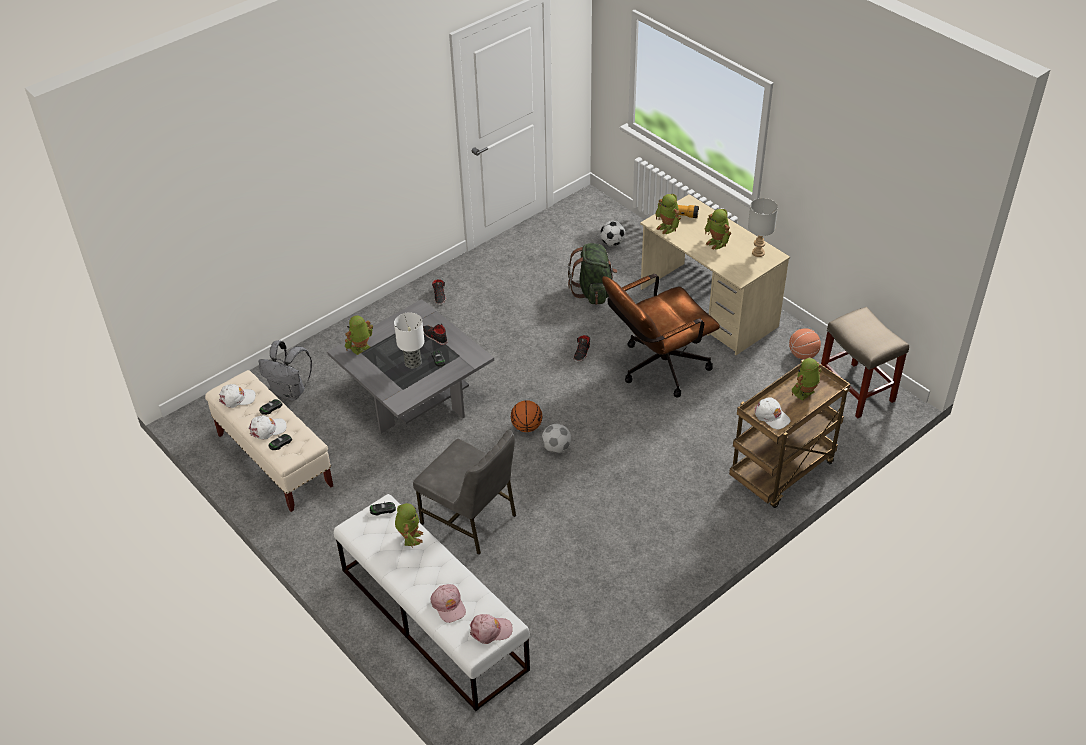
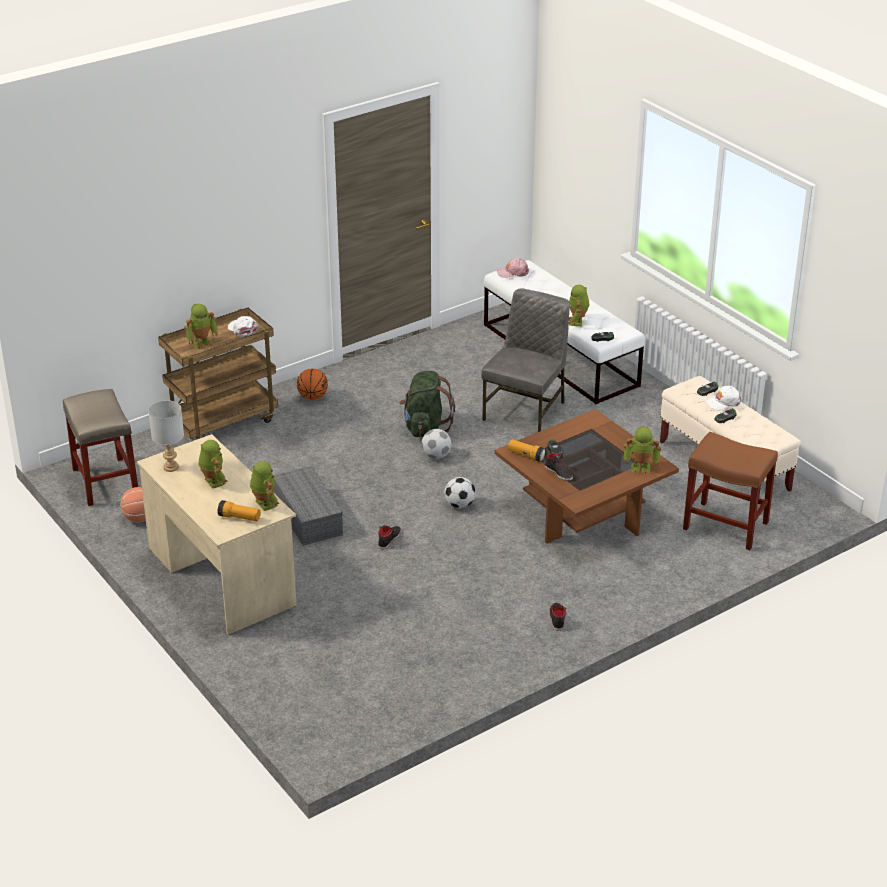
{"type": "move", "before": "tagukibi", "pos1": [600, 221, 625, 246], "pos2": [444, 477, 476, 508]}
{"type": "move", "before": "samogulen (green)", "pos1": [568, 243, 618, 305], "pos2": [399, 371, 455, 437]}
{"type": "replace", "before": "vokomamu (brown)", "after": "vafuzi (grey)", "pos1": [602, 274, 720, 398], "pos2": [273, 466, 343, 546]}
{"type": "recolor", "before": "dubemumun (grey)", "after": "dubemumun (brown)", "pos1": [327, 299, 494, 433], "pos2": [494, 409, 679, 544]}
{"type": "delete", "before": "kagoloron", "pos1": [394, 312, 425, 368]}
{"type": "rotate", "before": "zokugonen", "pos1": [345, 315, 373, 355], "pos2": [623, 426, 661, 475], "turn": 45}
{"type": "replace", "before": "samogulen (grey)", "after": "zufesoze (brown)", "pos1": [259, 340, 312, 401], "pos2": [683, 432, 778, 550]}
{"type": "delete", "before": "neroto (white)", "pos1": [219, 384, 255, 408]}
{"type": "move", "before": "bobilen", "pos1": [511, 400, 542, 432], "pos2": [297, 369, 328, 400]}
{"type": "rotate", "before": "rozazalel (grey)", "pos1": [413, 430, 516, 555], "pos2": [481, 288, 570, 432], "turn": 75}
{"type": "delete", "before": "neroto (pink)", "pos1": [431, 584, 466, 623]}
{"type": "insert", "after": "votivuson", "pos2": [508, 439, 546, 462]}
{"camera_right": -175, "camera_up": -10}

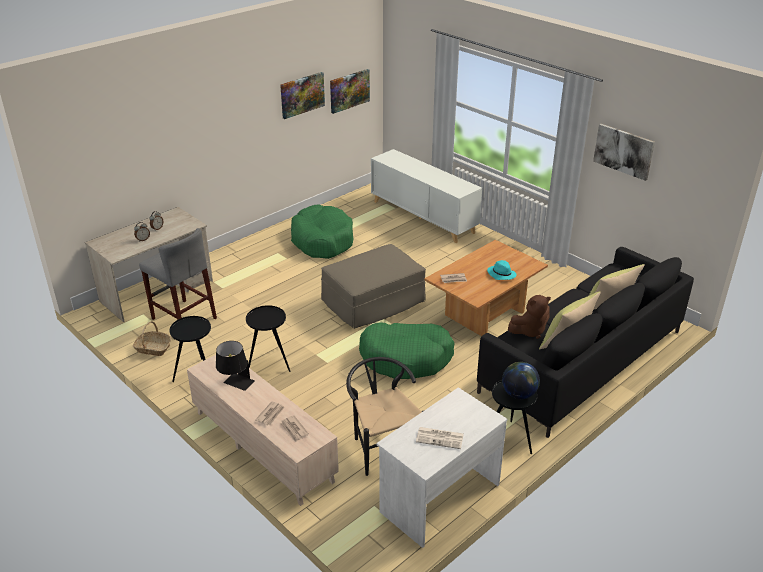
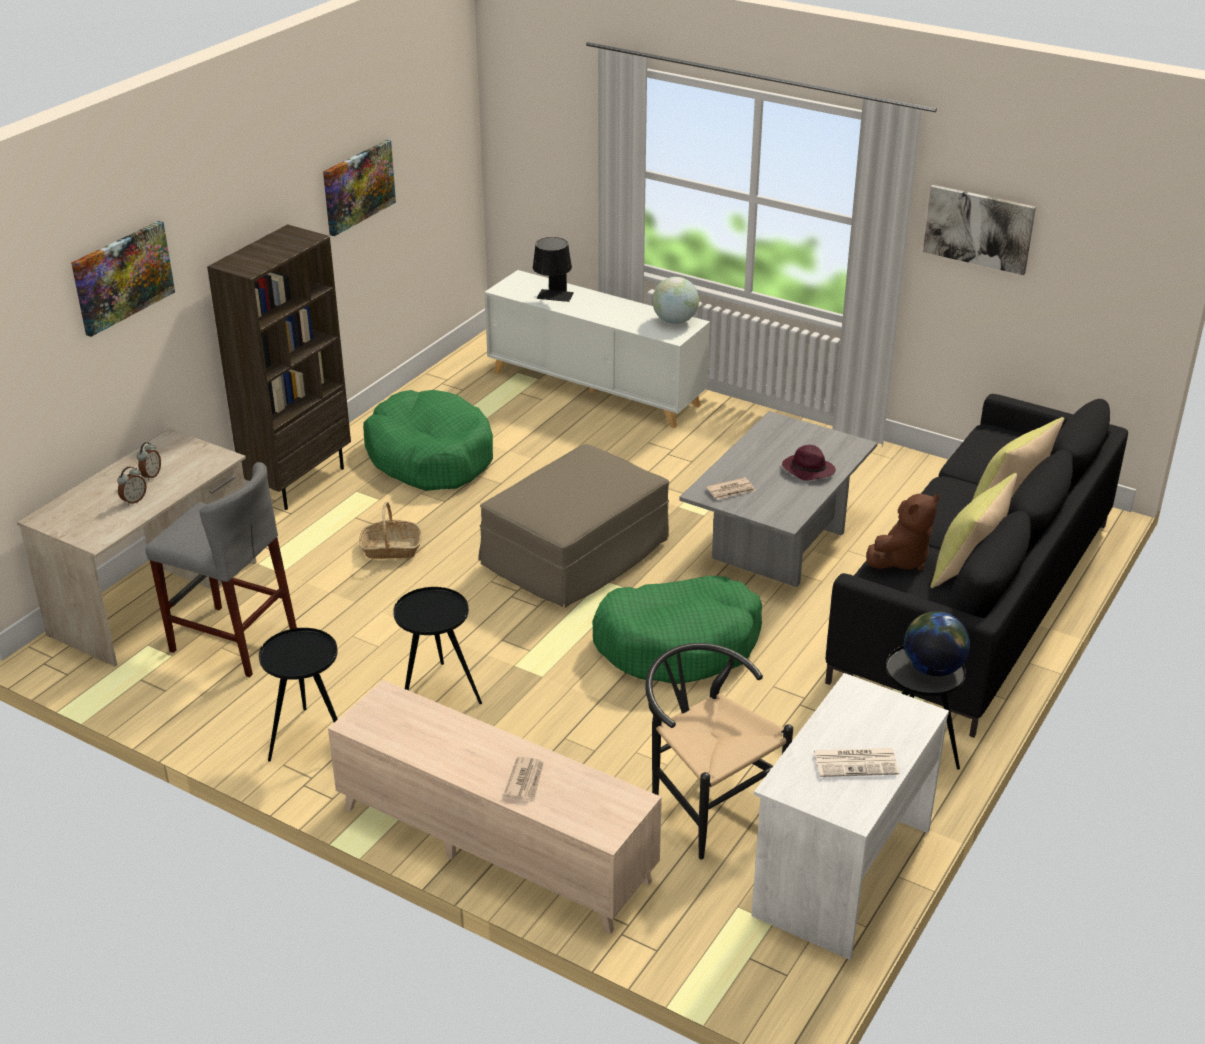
{"type": "move", "before": "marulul", "pos1": [330, 69, 370, 114], "pos2": [71, 221, 175, 337]}
{"type": "recolor", "before": "dubemumun (brown)", "after": "dubemumun (grey)", "pos1": [424, 240, 548, 336], "pos2": [679, 411, 877, 587]}
{"type": "recolor", "before": "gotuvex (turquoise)", "after": "gotuvex (purple)", "pos1": [487, 260, 517, 280], "pos2": [782, 445, 836, 481]}
{"type": "move", "before": "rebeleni", "pos1": [133, 321, 171, 356], "pos2": [359, 502, 421, 559]}
{"type": "move", "before": "kagoloron (black)", "pos1": [216, 341, 255, 391], "pos2": [533, 237, 574, 302]}
{"type": "delete", "before": "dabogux", "pos1": [280, 415, 309, 442]}
{"type": "insert", "after": "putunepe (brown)", "pos2": [207, 224, 351, 510]}
{"type": "insert", "after": "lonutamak", "pos2": [652, 277, 699, 324]}
{"camera_right": -15, "camera_up": 0}

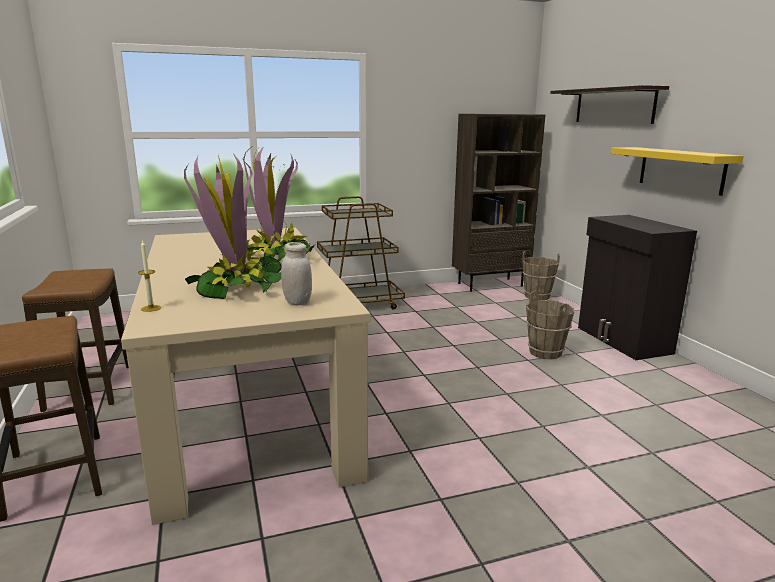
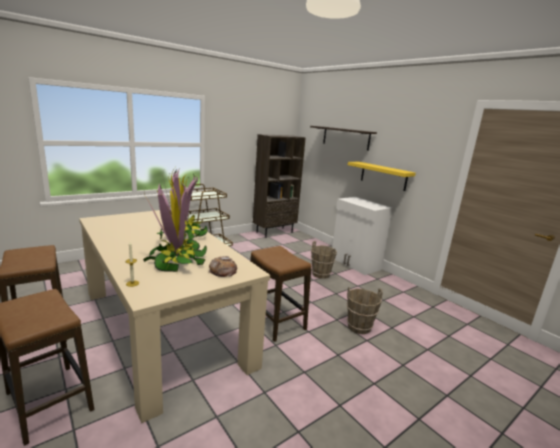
{"type": "recolor", "before": "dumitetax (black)", "after": "dumitetax (white)", "pos1": [578, 215, 697, 360], "pos2": [332, 197, 393, 275]}
{"type": "replace", "before": "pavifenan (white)", "after": "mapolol", "pos1": [281, 242, 312, 306], "pos2": [209, 256, 237, 277]}
{"type": "move", "before": "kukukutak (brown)", "pos1": [522, 251, 560, 300], "pos2": [346, 287, 383, 334]}
{"type": "insert", "after": "zufesoze", "pos2": [250, 246, 311, 342]}
{"camera_right": -20, "camera_up": 0}

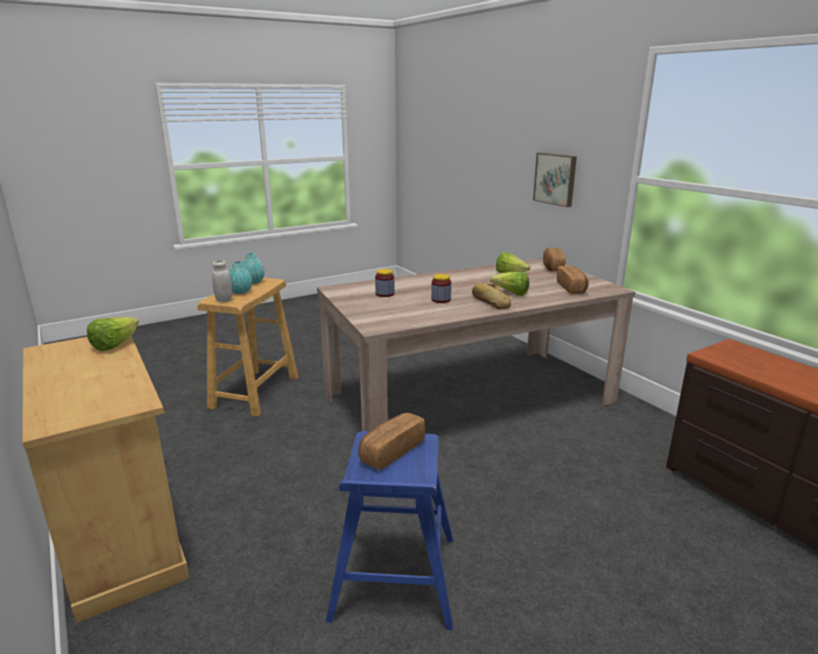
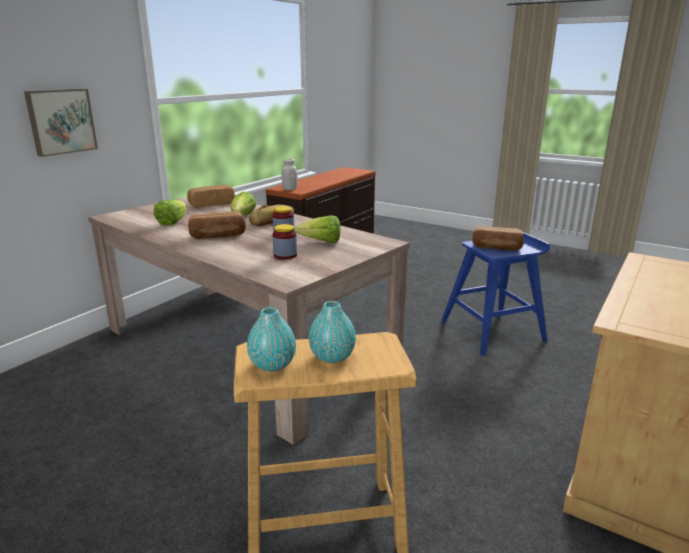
{"type": "move", "before": "mapolol", "pos1": [543, 247, 565, 272], "pos2": [188, 211, 246, 239]}
{"type": "move", "before": "pavifenan (white)", "pos1": [212, 260, 232, 302], "pos2": [282, 159, 298, 190]}
{"type": "move", "before": "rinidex", "pos1": [87, 317, 139, 351], "pos2": [294, 215, 340, 243]}
{"camera_right": -115, "camera_up": 0}

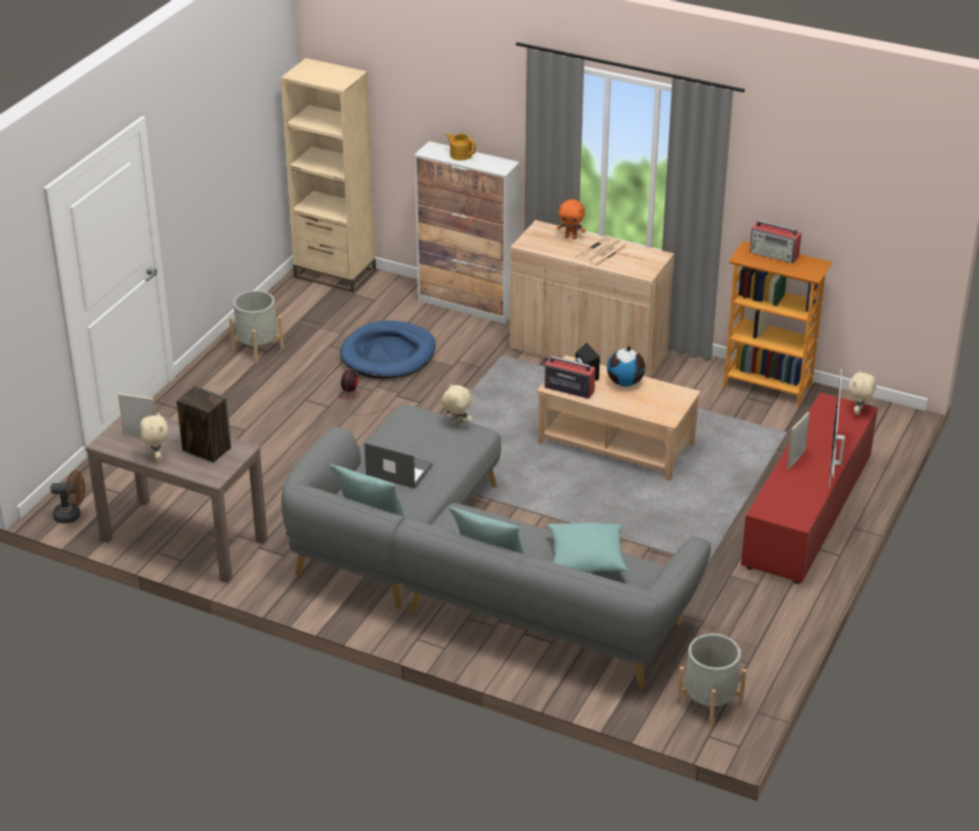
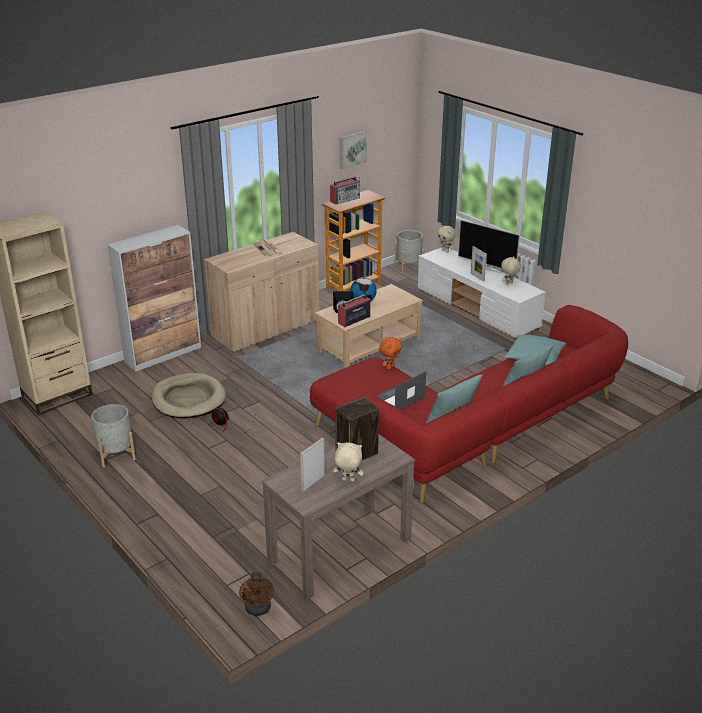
{"type": "delete", "before": "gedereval", "pos1": [445, 133, 476, 160]}
{"type": "move", "before": "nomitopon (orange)", "pos1": [557, 199, 586, 239], "pos2": [379, 337, 402, 370]}
{"type": "recolor", "before": "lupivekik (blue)", "after": "lupivekik (beige)", "pos1": [340, 320, 436, 379], "pos2": [151, 373, 226, 419]}
{"type": "move", "before": "nomitopon (beige)", "pos1": [442, 383, 472, 427], "pos2": [501, 257, 521, 285]}
{"type": "recolor", "before": "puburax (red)", "after": "puburax (white)", "pos1": [741, 392, 878, 584], "pos2": [418, 248, 546, 339]}
{"type": "recolor", "before": "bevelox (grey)", "after": "bevelox (red)", "pos1": [281, 405, 711, 688], "pos2": [310, 305, 628, 503]}
{"type": "rotate", "before": "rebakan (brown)", "pos1": [50, 470, 85, 523], "pos2": [239, 572, 274, 616], "turn": 150}
{"type": "move", "before": "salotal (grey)", "pos1": [677, 634, 746, 727], "pos2": [394, 230, 424, 274]}
{"type": "insert", "after": "marulul", "pos2": [339, 131, 367, 170]}
{"camera_right": -65, "camera_up": -5}

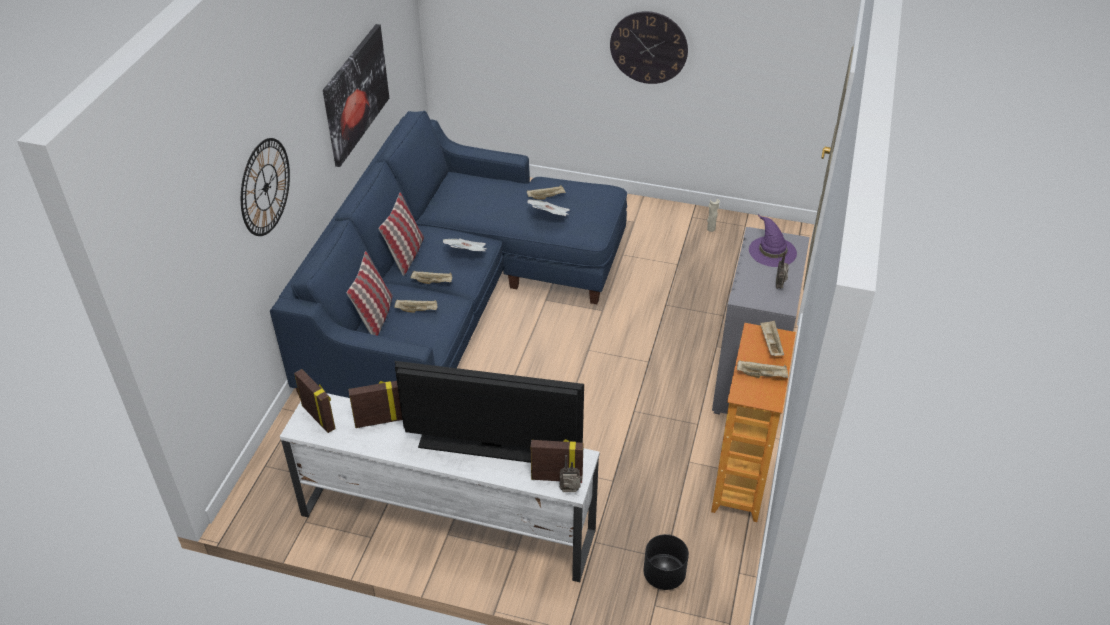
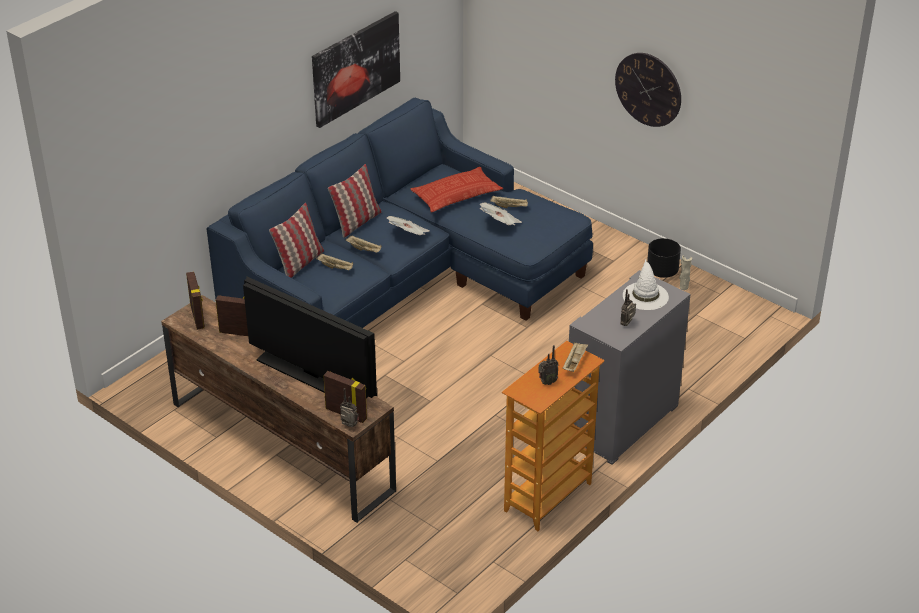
{"type": "delete", "before": "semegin", "pos1": [241, 138, 290, 236]}
{"type": "recolor", "before": "gotuvex (purple)", "after": "gotuvex (white)", "pos1": [749, 214, 797, 267], "pos2": [623, 259, 669, 310]}
{"type": "replace", "before": "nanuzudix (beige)", "after": "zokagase", "pos1": [737, 360, 788, 378], "pos2": [538, 345, 559, 385]}
{"type": "recolor", "before": "puburax (white)", "after": "puburax (brown)", "pos1": [280, 393, 600, 582], "pos2": [161, 295, 396, 523]}
{"type": "move", "before": "salotal (black)", "pos1": [644, 534, 689, 590], "pos2": [647, 238, 681, 278]}
{"type": "insert", "after": "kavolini", "pos2": [410, 167, 503, 212]}
{"camera_right": 25, "camera_up": -5}

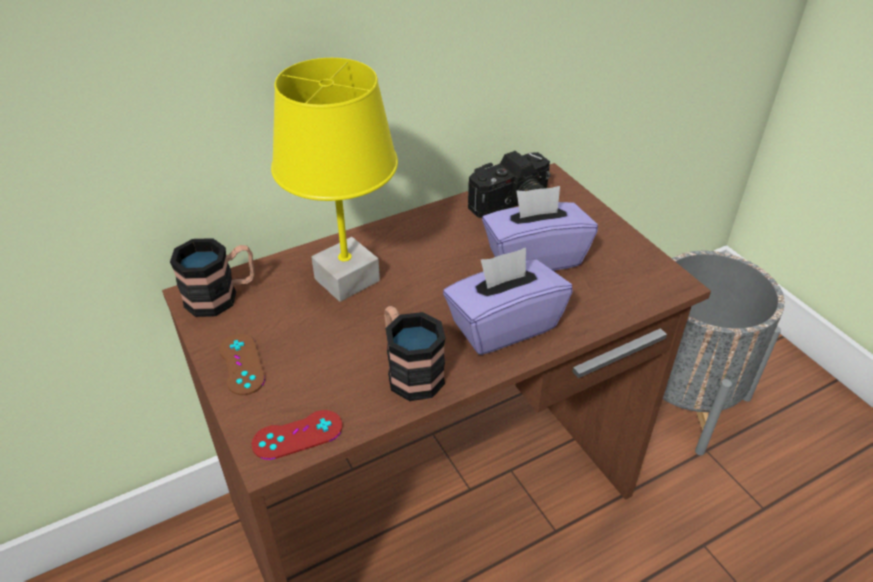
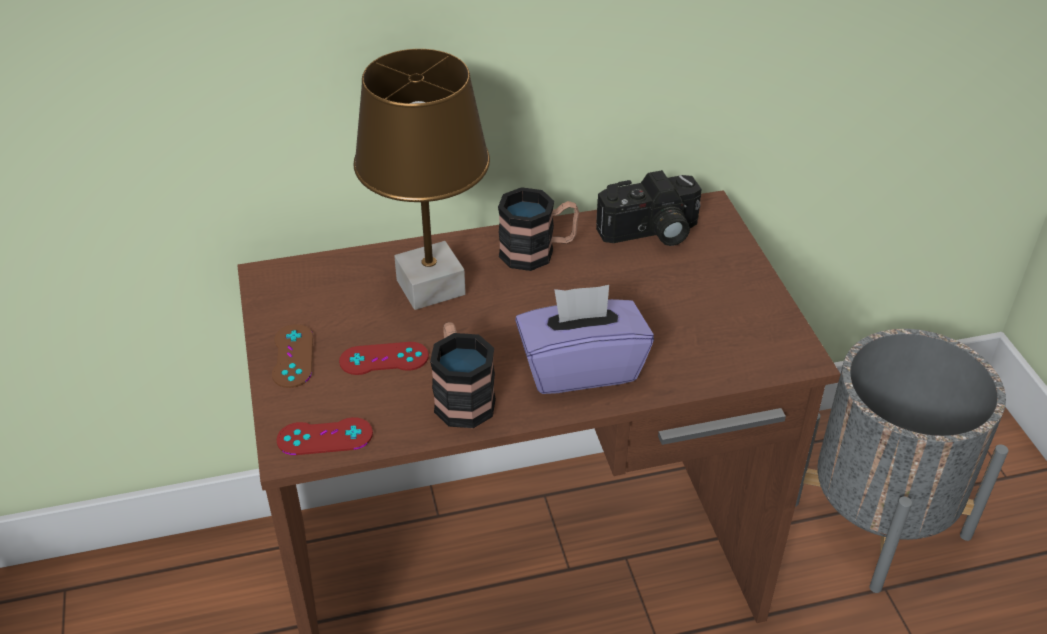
{"type": "recolor", "before": "kagoloron (yellow)", "after": "kagoloron (brown)", "pos1": [271, 58, 398, 302], "pos2": [354, 49, 490, 310]}
{"type": "delete", "before": "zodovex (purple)", "pos1": [482, 186, 598, 271]}
{"type": "move", "before": "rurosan", "pos1": [170, 238, 255, 317], "pos2": [498, 187, 579, 271]}
{"type": "insert", "after": "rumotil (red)", "pos2": [339, 342, 429, 375]}
{"camera_right": 15, "camera_up": 0}

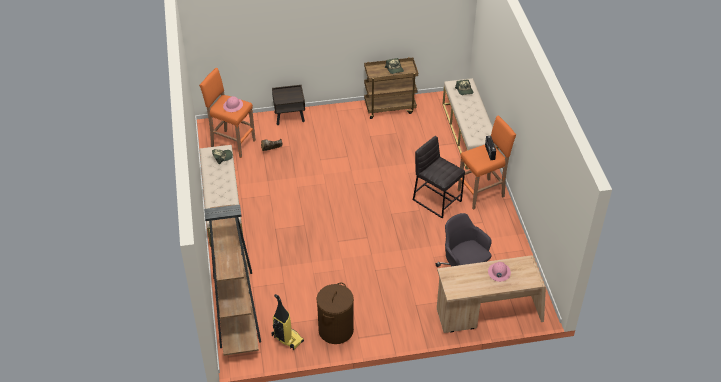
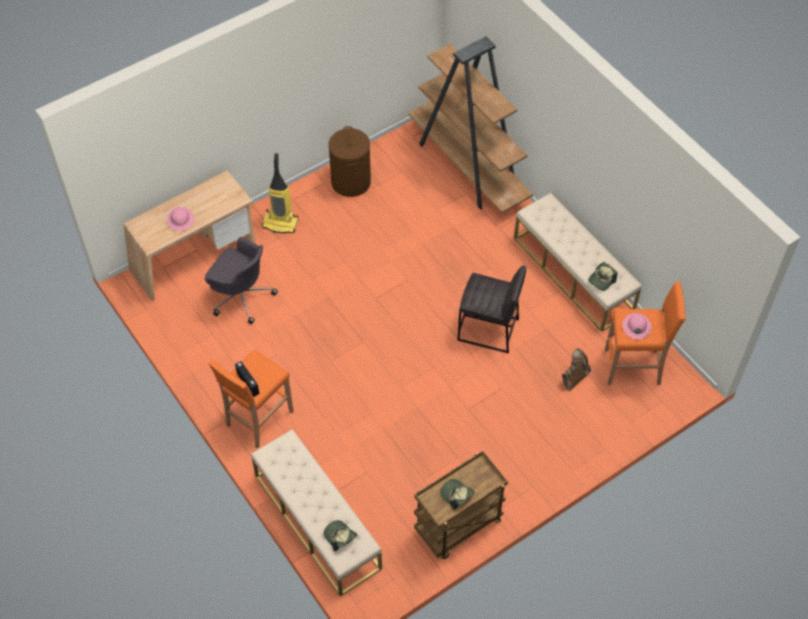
{"type": "delete", "before": "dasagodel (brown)", "pos1": [272, 85, 305, 125]}
{"type": "move", "before": "zufesoze (grey)", "pos1": [413, 136, 465, 219], "pos2": [458, 265, 526, 353]}
{"type": "move", "before": "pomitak", "pos1": [272, 294, 304, 350], "pos2": [262, 153, 298, 234]}
{"camera_right": 155, "camera_up": 10}

